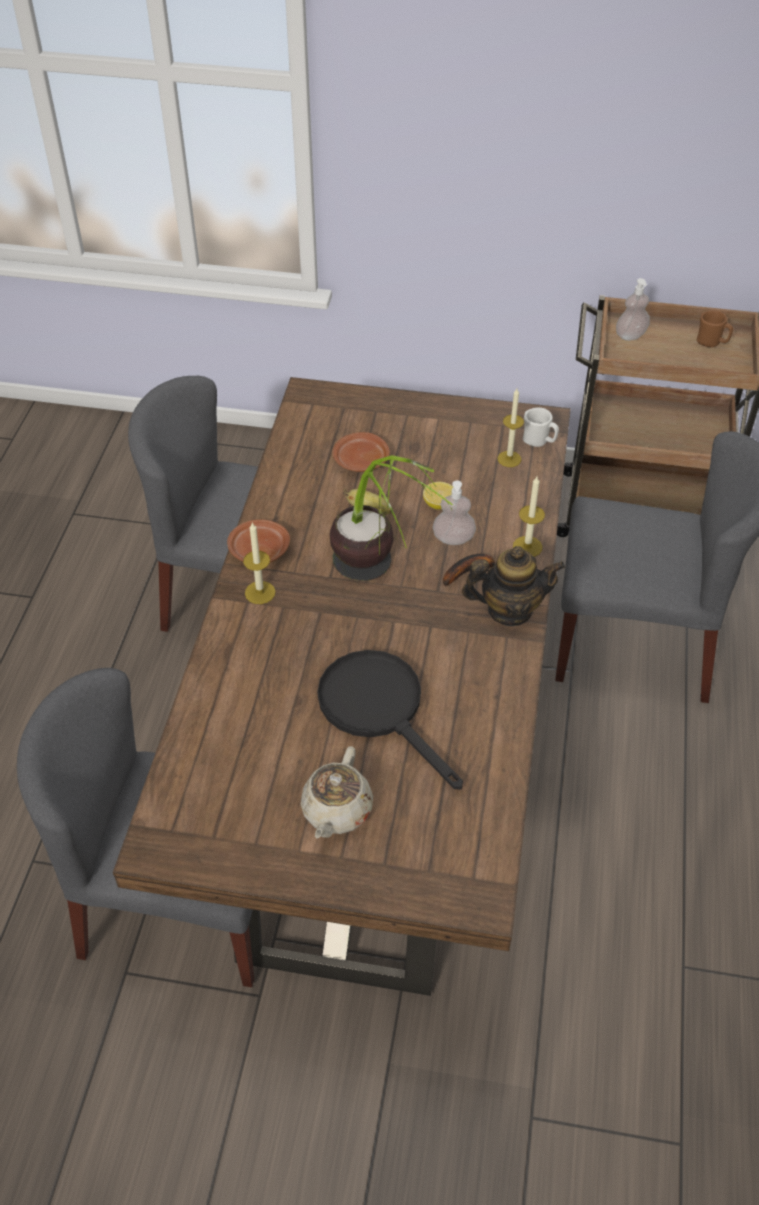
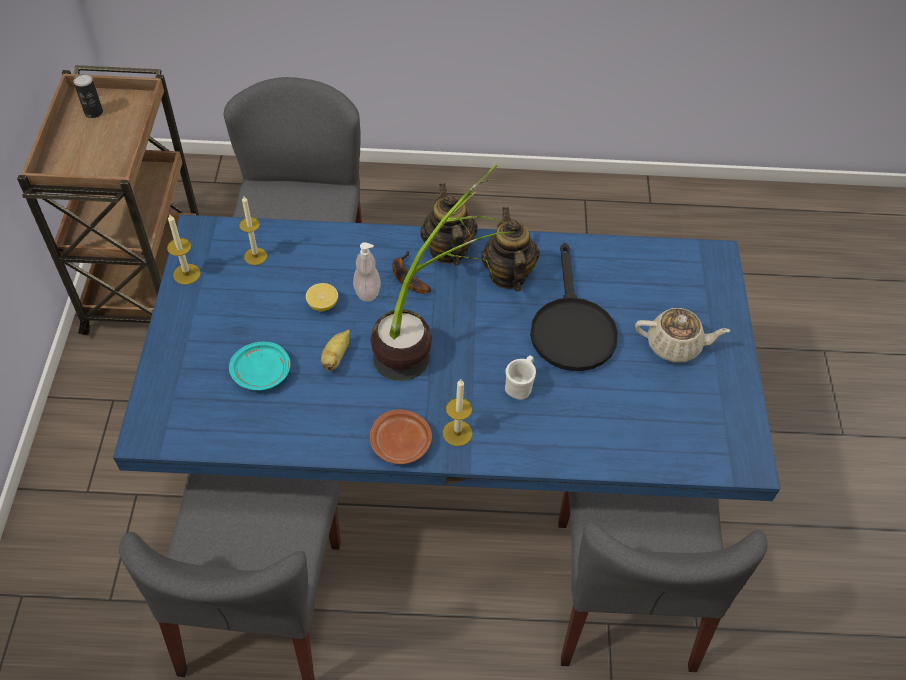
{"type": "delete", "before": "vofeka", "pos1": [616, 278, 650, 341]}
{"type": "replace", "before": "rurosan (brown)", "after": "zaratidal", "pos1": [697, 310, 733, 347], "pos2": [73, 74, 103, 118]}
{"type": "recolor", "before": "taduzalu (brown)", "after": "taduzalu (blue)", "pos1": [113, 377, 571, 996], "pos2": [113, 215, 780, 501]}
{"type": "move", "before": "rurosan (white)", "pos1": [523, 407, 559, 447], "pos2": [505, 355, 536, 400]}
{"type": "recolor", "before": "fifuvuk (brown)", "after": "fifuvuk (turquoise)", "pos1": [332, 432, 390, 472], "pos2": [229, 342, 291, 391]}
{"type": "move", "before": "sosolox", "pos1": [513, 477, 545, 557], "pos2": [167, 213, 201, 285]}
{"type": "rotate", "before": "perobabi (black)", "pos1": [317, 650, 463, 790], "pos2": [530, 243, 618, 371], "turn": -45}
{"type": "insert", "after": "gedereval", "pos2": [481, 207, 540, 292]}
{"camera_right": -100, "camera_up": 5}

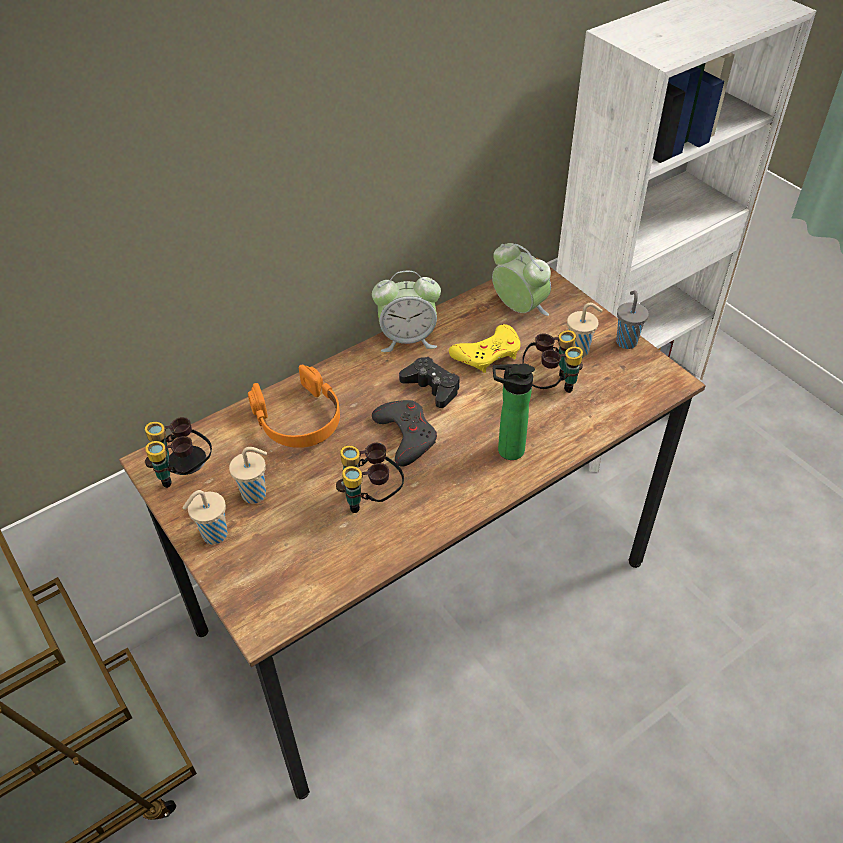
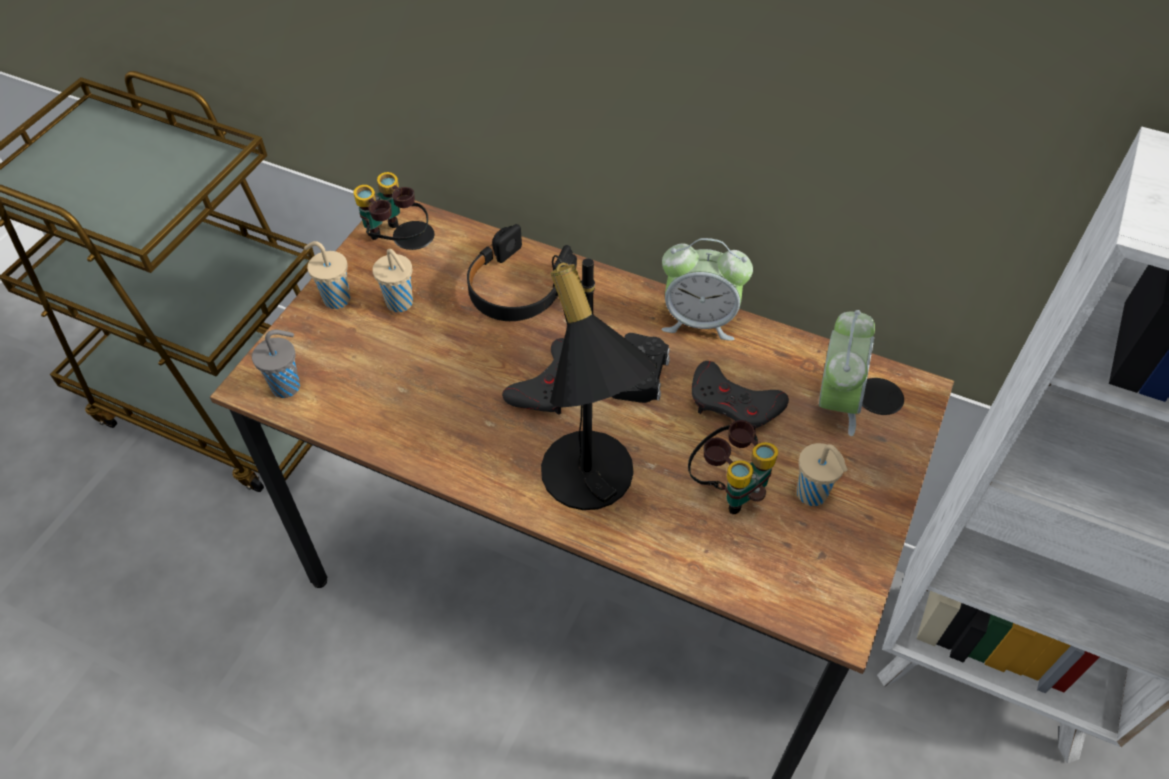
{"type": "rotate", "before": "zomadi", "pos1": [372, 271, 441, 352], "pos2": [662, 238, 753, 341], "turn": -45}
{"type": "move", "before": "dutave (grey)", "pos1": [616, 290, 649, 349], "pos2": [252, 330, 300, 398]}
{"type": "recolor", "before": "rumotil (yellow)", "after": "rumotil (grey)", "pos1": [449, 324, 521, 373], "pos2": [692, 361, 789, 428]}
{"type": "replace", "before": "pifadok", "after": "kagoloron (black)", "pos1": [493, 363, 535, 460], "pos2": [541, 255, 657, 510]}
{"type": "recolor", "before": "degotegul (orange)", "after": "degotegul (black)", "pos1": [248, 364, 340, 448], "pos2": [467, 224, 577, 321]}
{"type": "delete", "before": "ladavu", "pos1": [336, 443, 404, 513]}
{"camera_right": 60, "camera_up": 5}

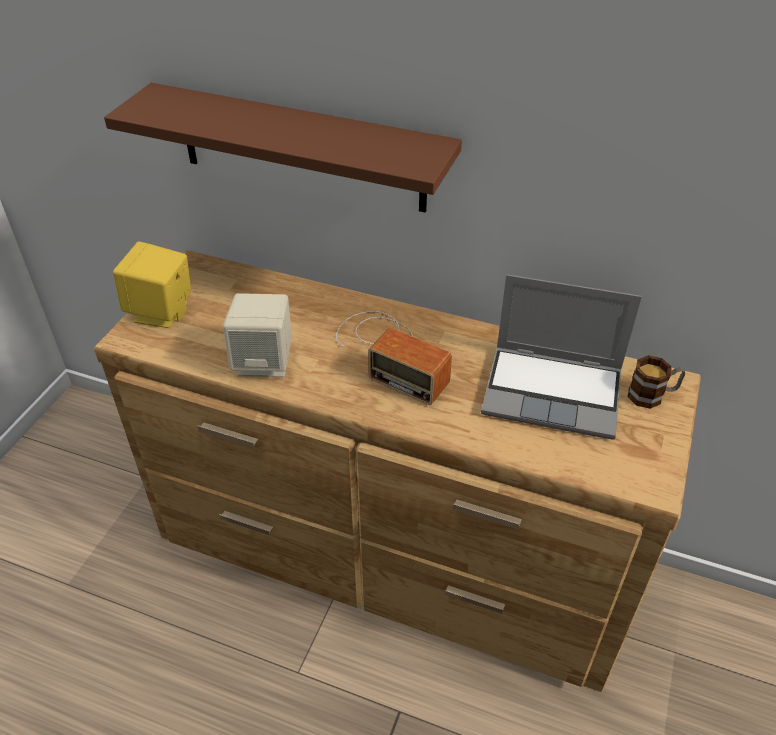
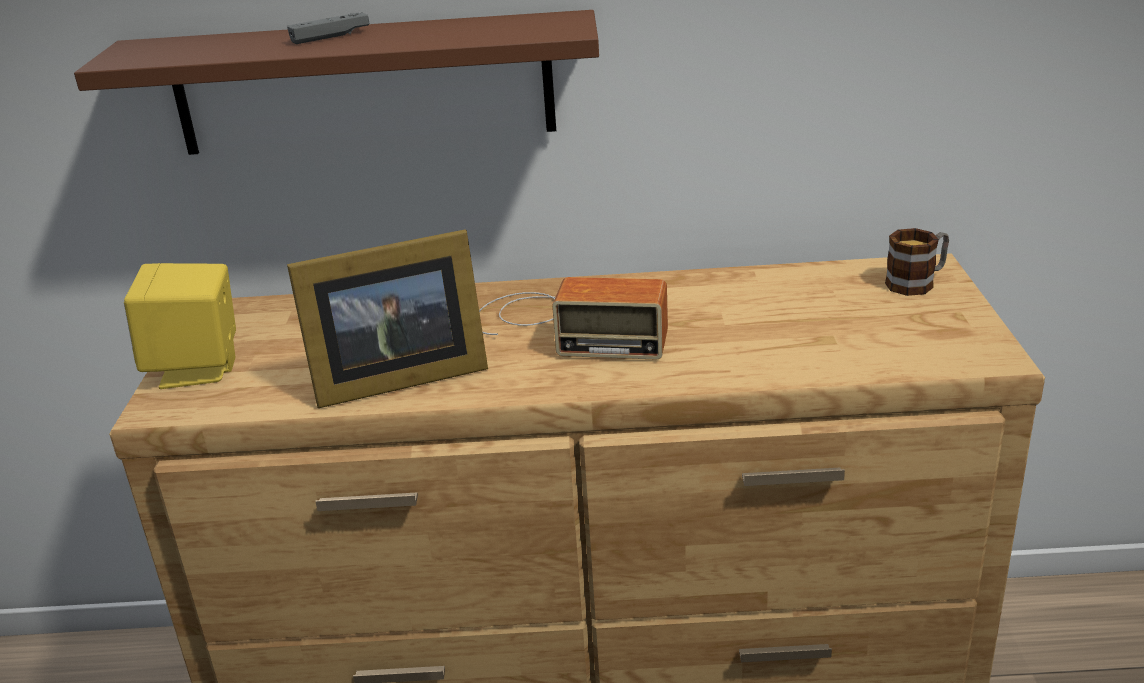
{"type": "delete", "before": "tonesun", "pos1": [481, 274, 642, 440]}
{"type": "replace", "before": "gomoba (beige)", "after": "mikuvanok", "pos1": [223, 293, 292, 377], "pos2": [287, 229, 488, 408]}
{"type": "insert", "after": "rumotil (grey)", "pos2": [287, 12, 369, 44]}
{"camera_right": -20, "camera_up": -15}

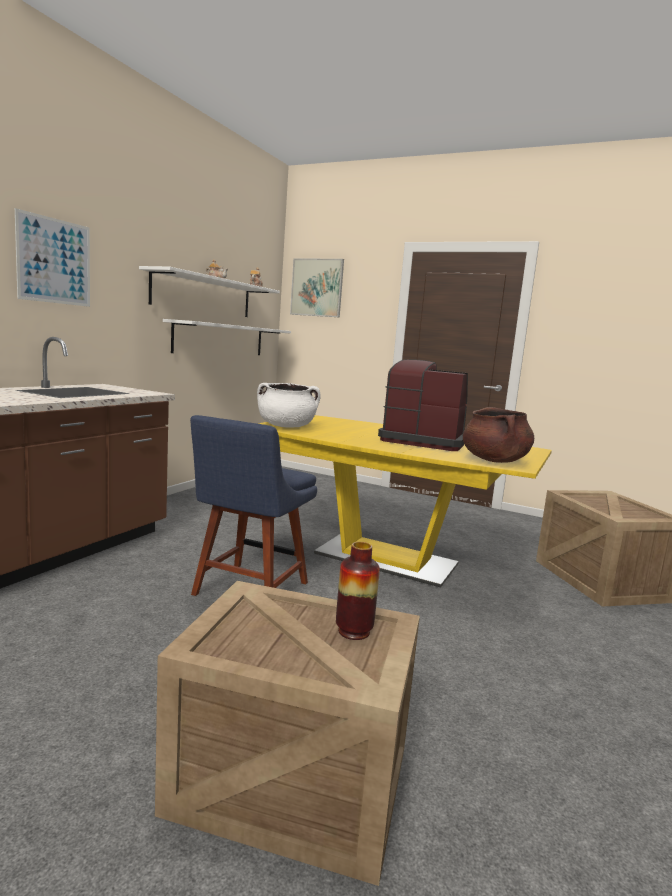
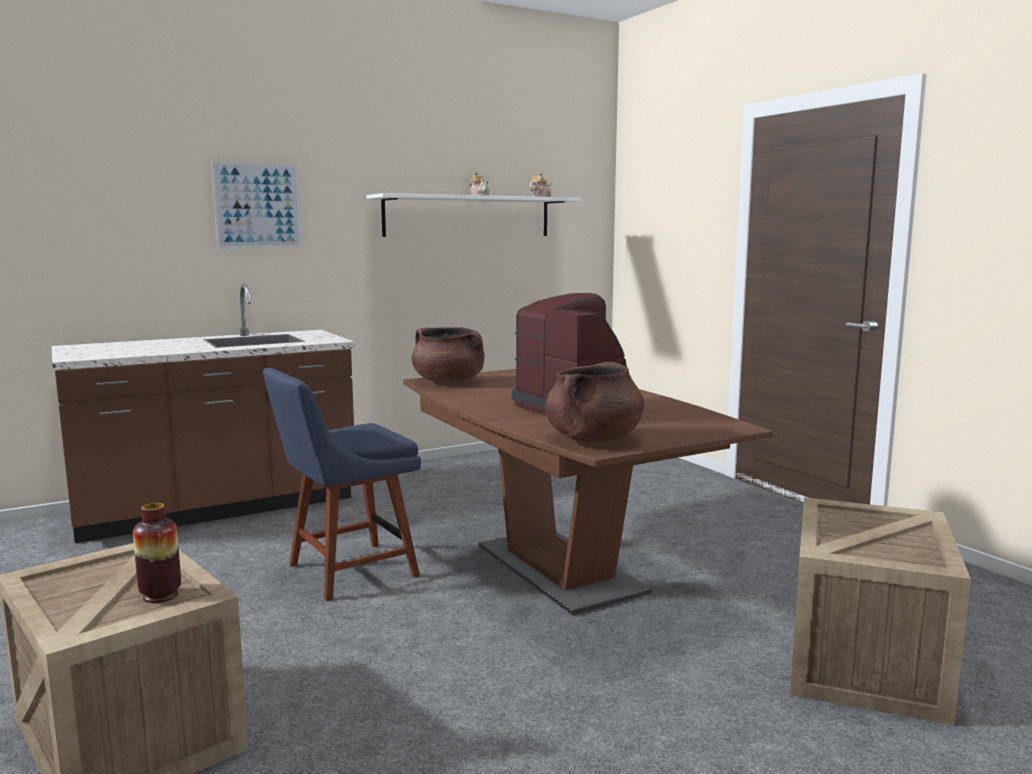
{"type": "delete", "before": "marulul", "pos1": [290, 258, 344, 317]}
{"type": "delete", "before": "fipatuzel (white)", "pos1": [163, 319, 291, 355]}
{"type": "recolor", "before": "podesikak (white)", "after": "podesikak (brown)", "pos1": [257, 383, 321, 428], "pos2": [412, 327, 485, 383]}
{"type": "recolor", "before": "taduzalu (yellow)", "after": "taduzalu (brown)", "pos1": [258, 415, 552, 588], "pos2": [403, 369, 773, 615]}
{"camera_right": 35, "camera_up": 0}

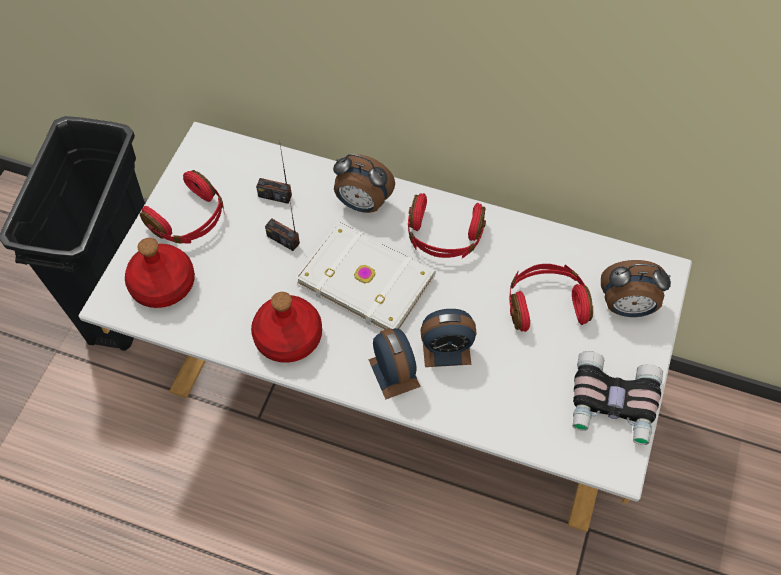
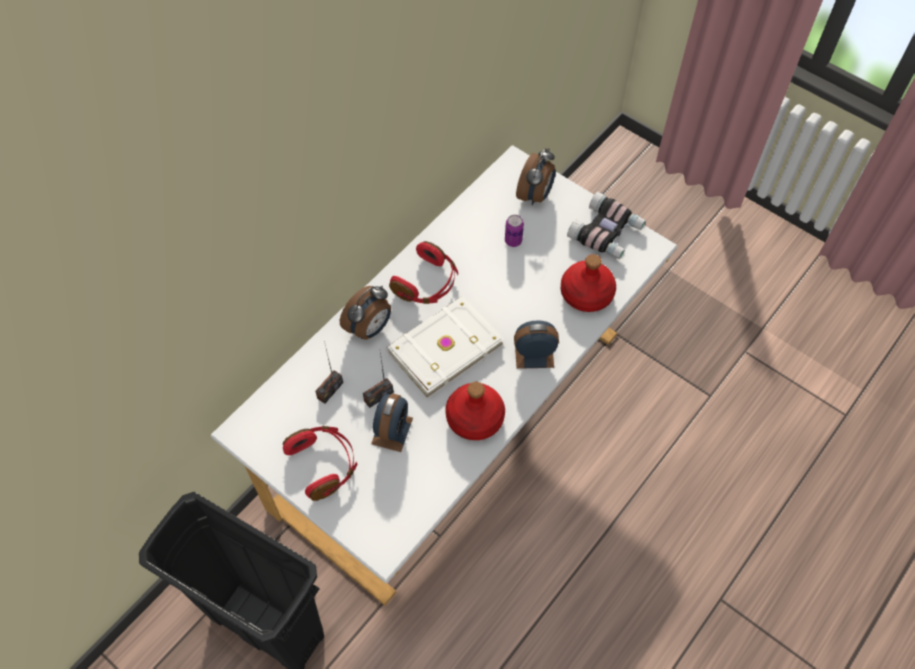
{"type": "move", "before": "pifadok (red)", "pos1": [125, 238, 195, 308], "pos2": [561, 254, 616, 312]}
{"type": "replace", "before": "degotegul (red)", "after": "zaratidal", "pos1": [509, 264, 593, 332], "pos2": [505, 215, 524, 247]}
{"type": "move", "before": "zomadi", "pos1": [420, 309, 477, 367], "pos2": [371, 394, 413, 452]}
{"camera_right": -70, "camera_up": 0}

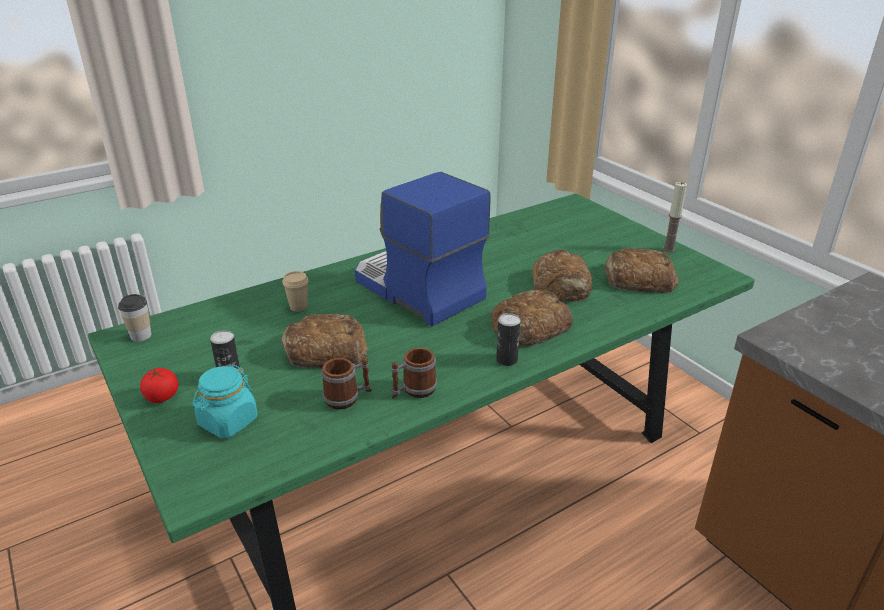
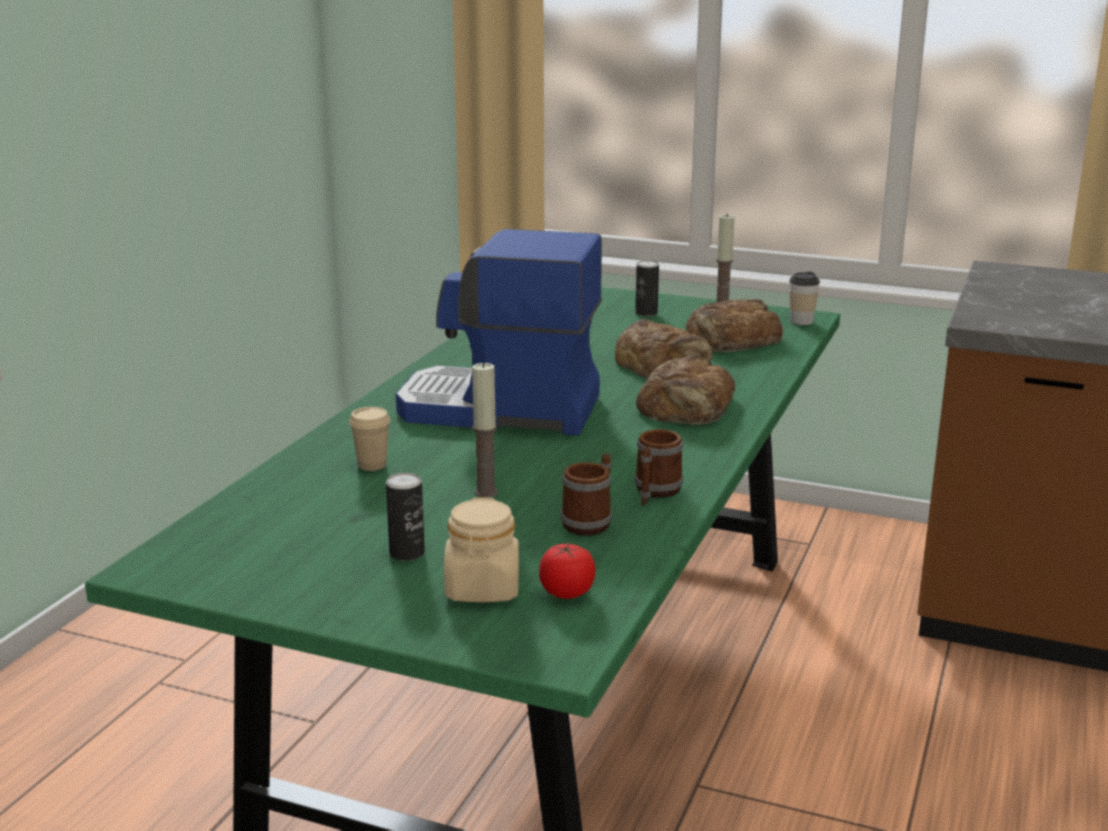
{"type": "move", "before": "dutave", "pos1": [118, 294, 151, 342], "pos2": [789, 272, 820, 325]}
{"type": "move", "before": "zaratidal", "pos1": [496, 313, 520, 366], "pos2": [635, 260, 659, 316]}
{"type": "replace", "before": "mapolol", "after": "sosolox", "pos1": [281, 314, 368, 368], "pos2": [472, 362, 498, 498]}
{"type": "recolor", "before": "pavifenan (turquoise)", "after": "pavifenan (beige)", "pos1": [192, 365, 257, 438], "pos2": [444, 497, 519, 602]}
{"type": "move", "before": "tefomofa", "pos1": [140, 368, 178, 403], "pos2": [539, 543, 596, 599]}
{"camera_right": -35, "camera_up": -10}

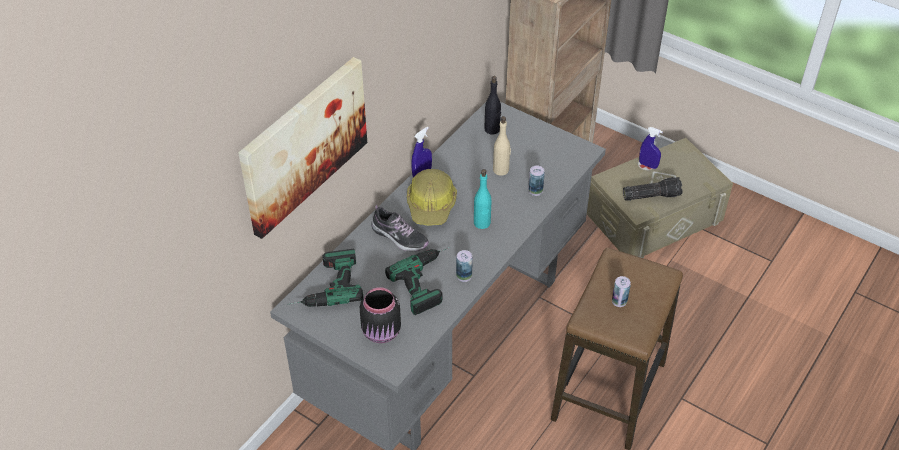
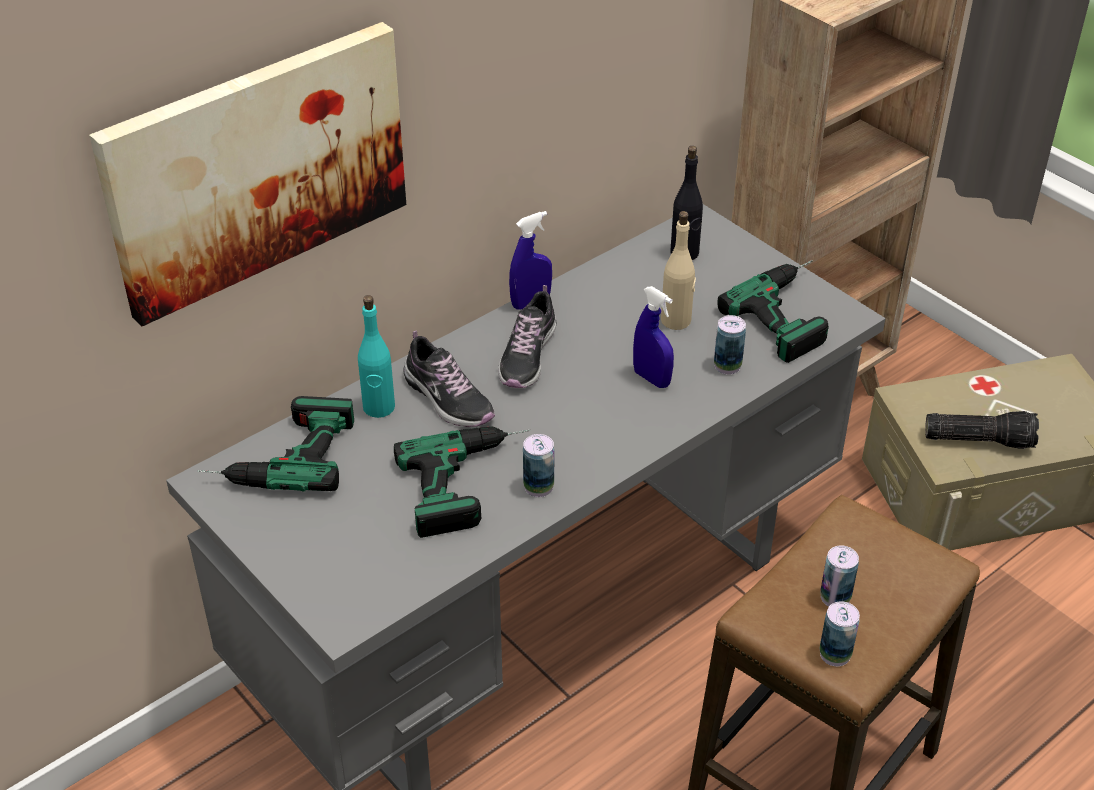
{"type": "move", "before": "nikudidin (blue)", "pos1": [639, 127, 663, 169], "pos2": [633, 286, 674, 388]}
{"type": "replace", "before": "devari", "after": "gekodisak", "pos1": [407, 169, 457, 225], "pos2": [498, 285, 556, 388]}
{"type": "move", "before": "pifadok (turquoise)", "pos1": [474, 169, 492, 229], "pos2": [358, 295, 395, 418]}
{"type": "delete", "before": "pavifenan (black)", "pos1": [360, 287, 401, 343]}
{"type": "insert", "after": "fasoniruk", "pos2": [717, 260, 829, 363]}
{"type": "insert", "after": "zaratidal", "pos2": [820, 601, 860, 666]}
{"camera_right": 15, "camera_up": -5}

